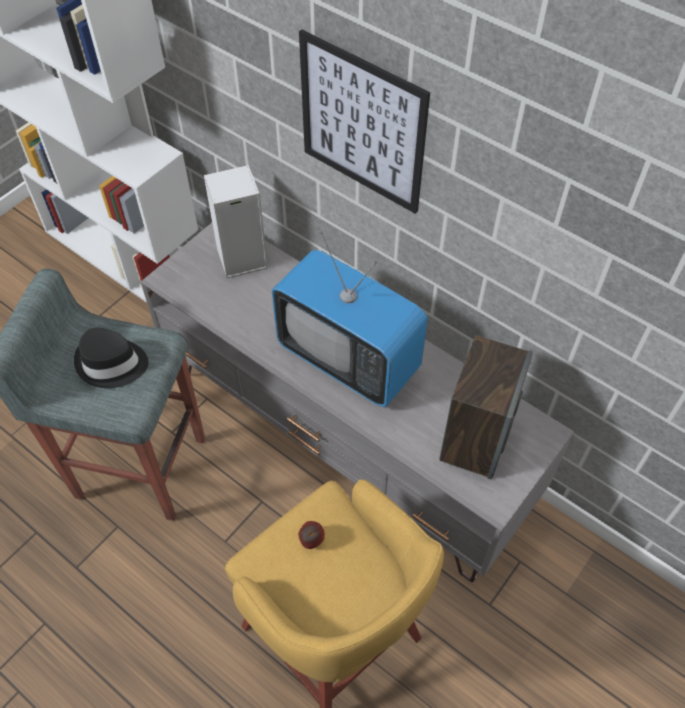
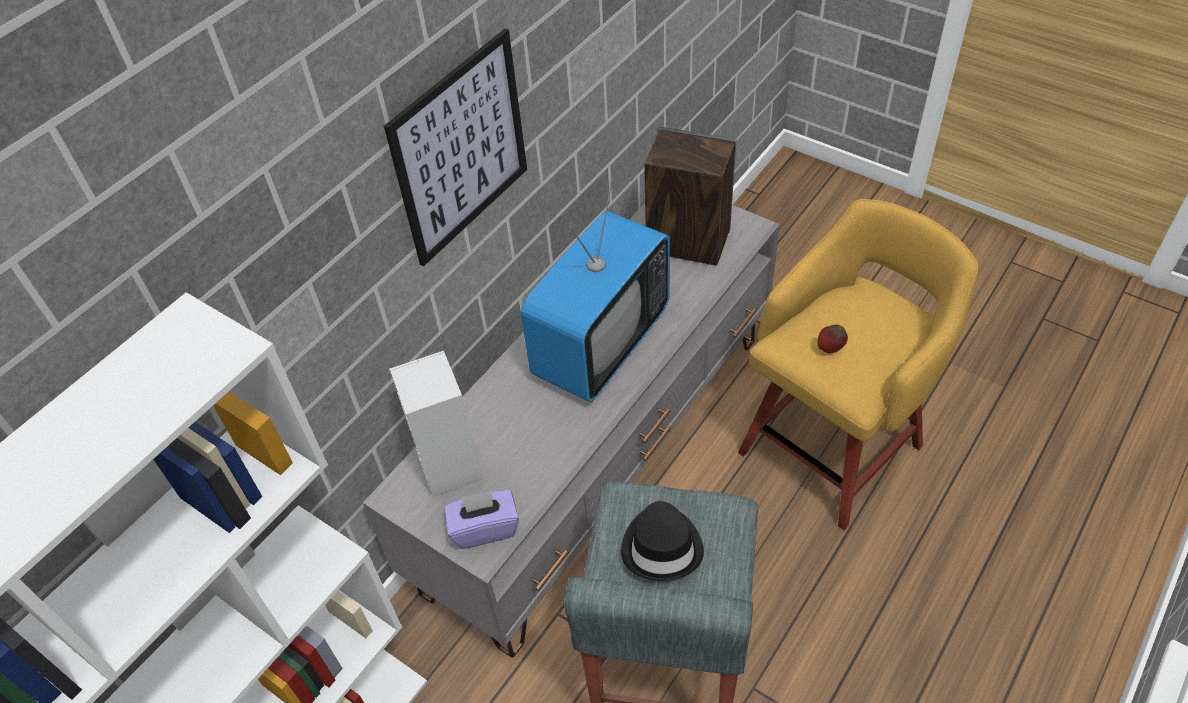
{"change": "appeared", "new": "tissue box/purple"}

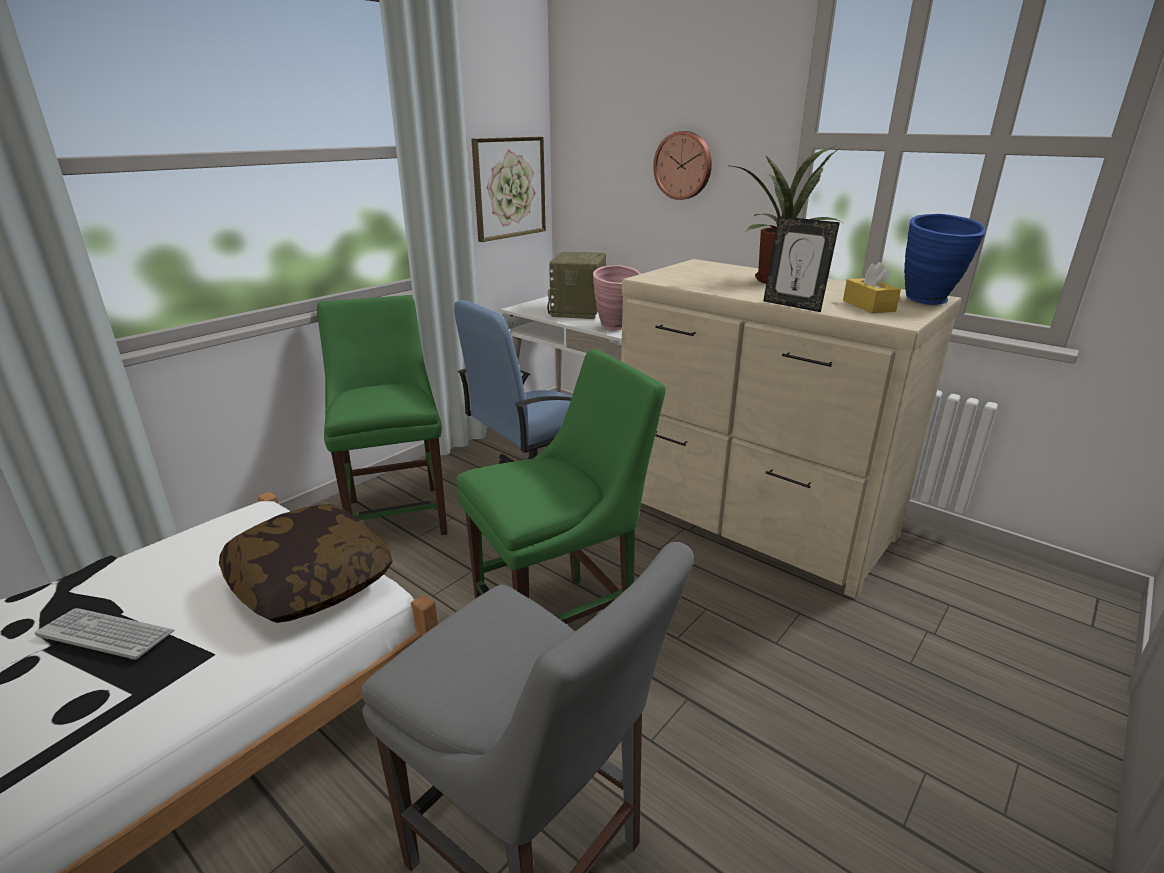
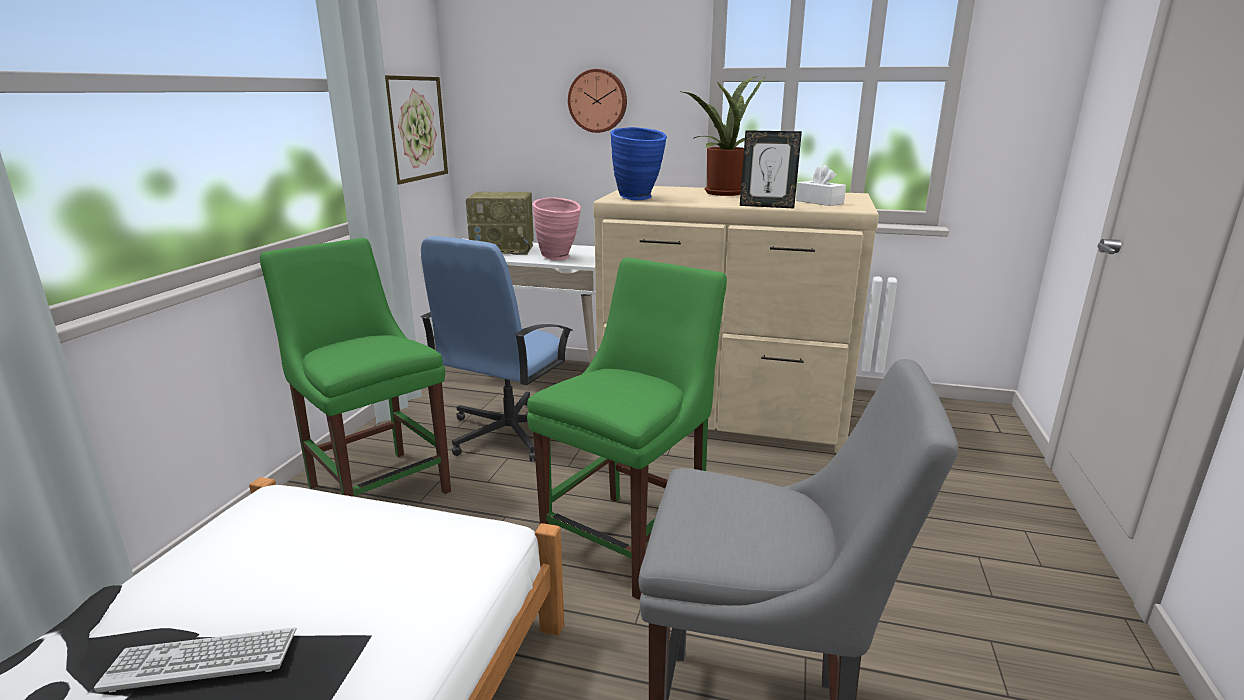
{"change": "spun", "old": "radio", "degrees": -75}
{"change": "relocated", "old": "vase/blue"}
{"change": "colour", "old": "tissue box/yellow", "new": "tissue box/white"}
{"change": "missing", "old": "pillow"}

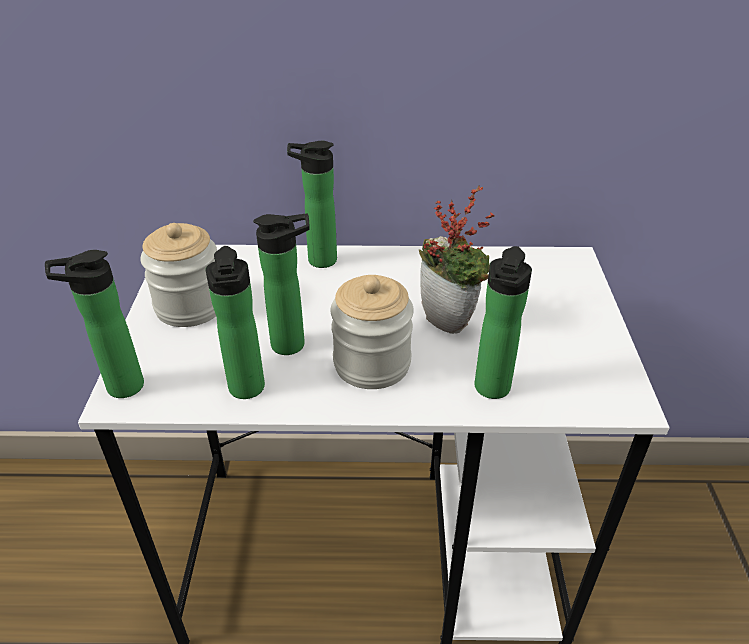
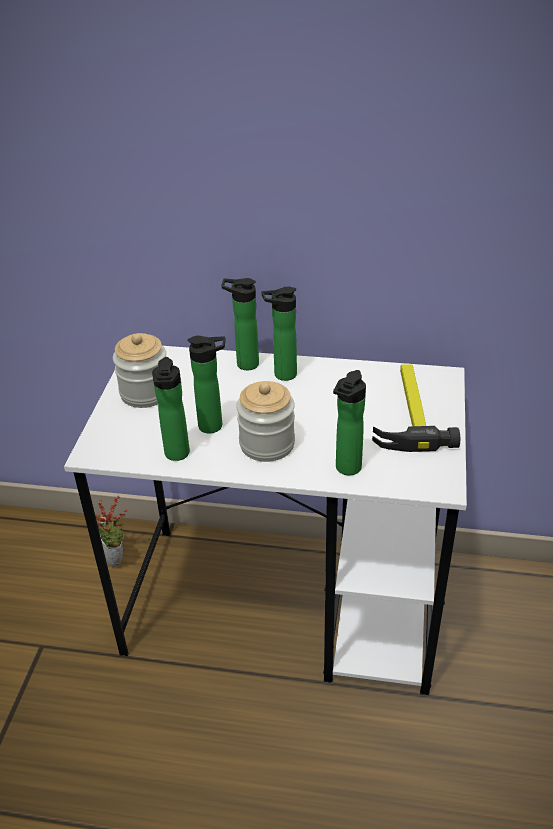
{"change": "relocated", "old": "potted plant"}
{"change": "relocated", "old": "bottle (no. 1 from left in the first image)", "new": "bottle (no. 4 from left)"}
{"change": "appeared", "new": "hammer"}

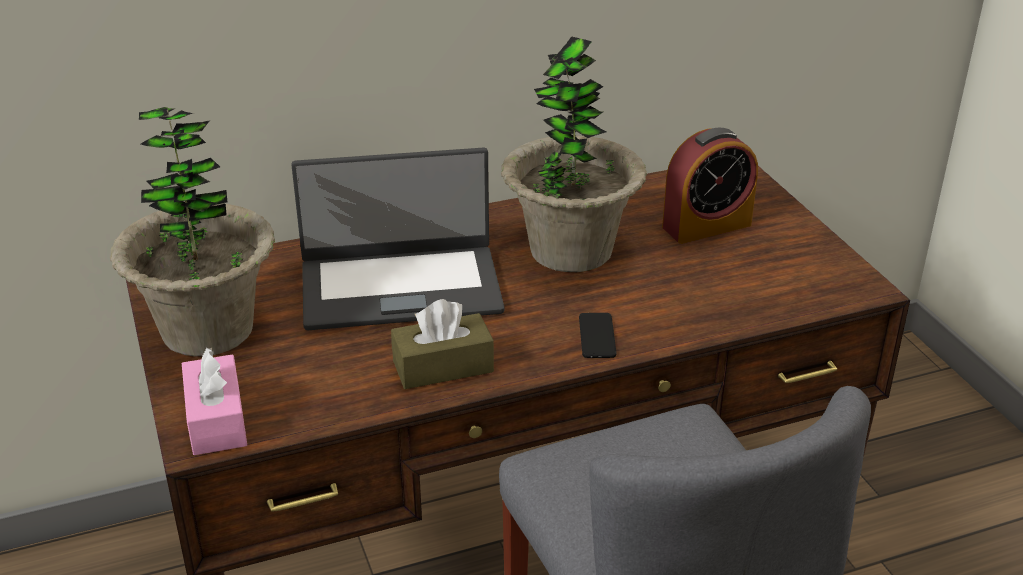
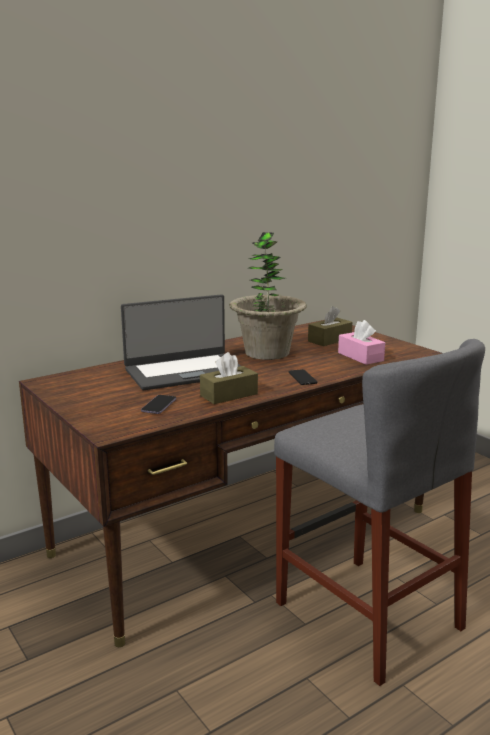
{"change": "appeared", "new": "phone (no. 1 from left)"}
{"change": "exchanged", "old": "alarm clock", "new": "tissue box/brown (no. 2 from left)"}
{"change": "relocated", "old": "tissue box/pink"}
{"change": "missing", "old": "potted plant (no. 1 from left)"}

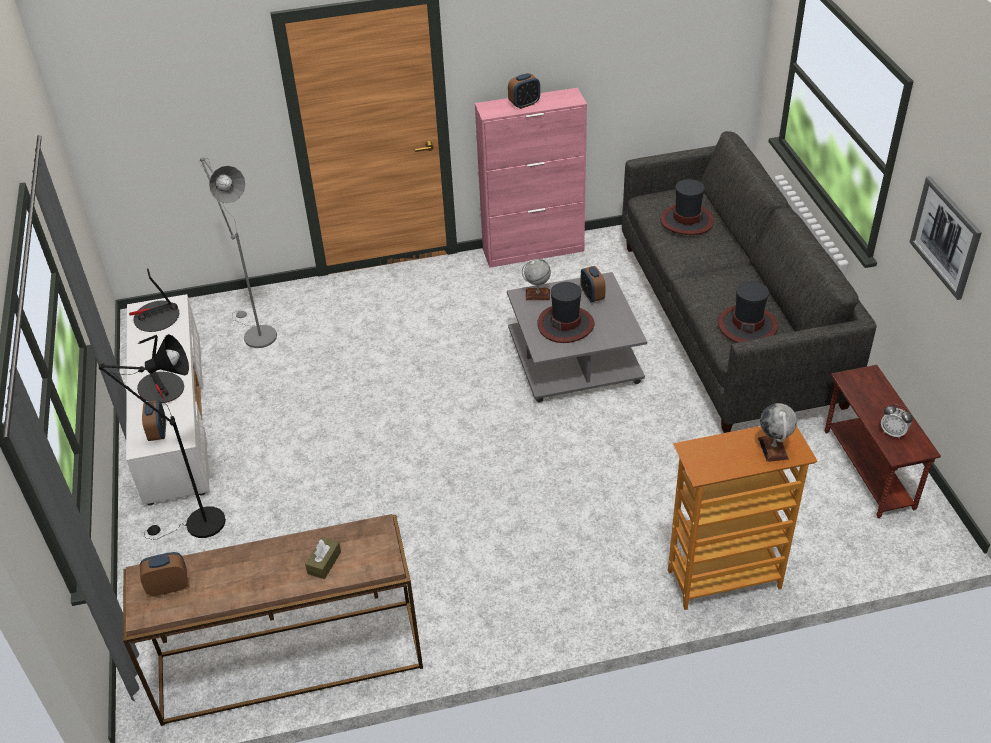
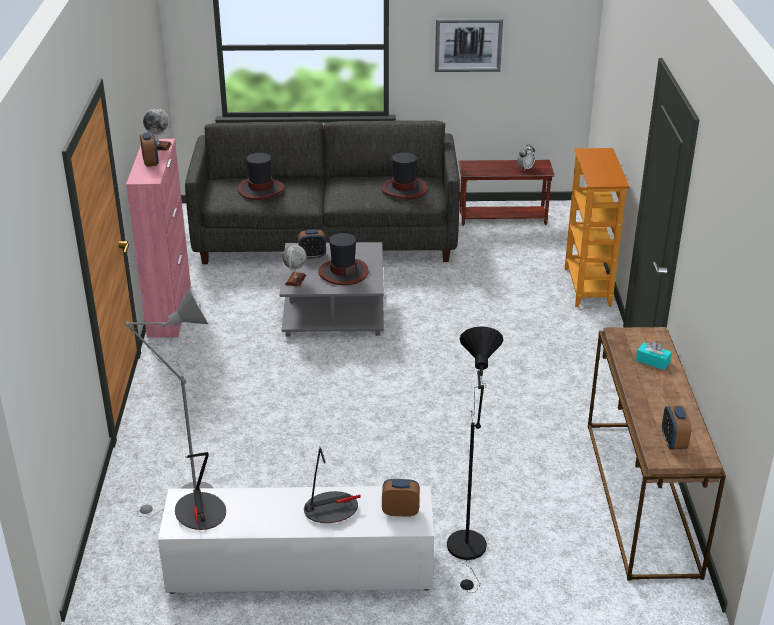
{"change": "relocated", "old": "globe (no. 2 from left in the first image)", "new": "globe (no. 1 from left)"}
{"change": "colour", "old": "tissue box/brown", "new": "tissue box/turquoise"}

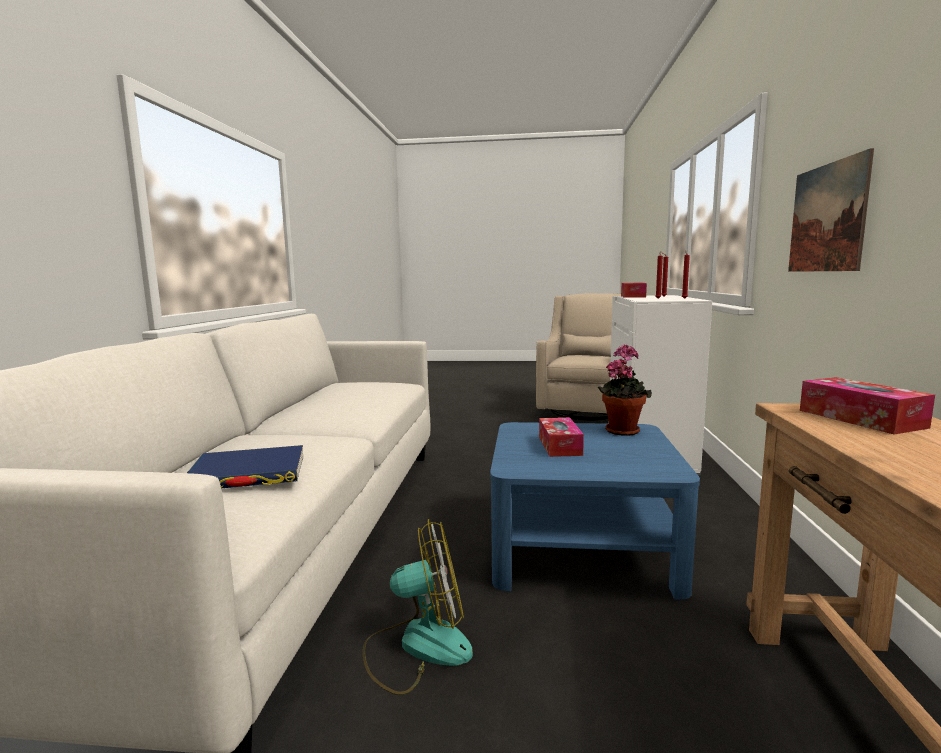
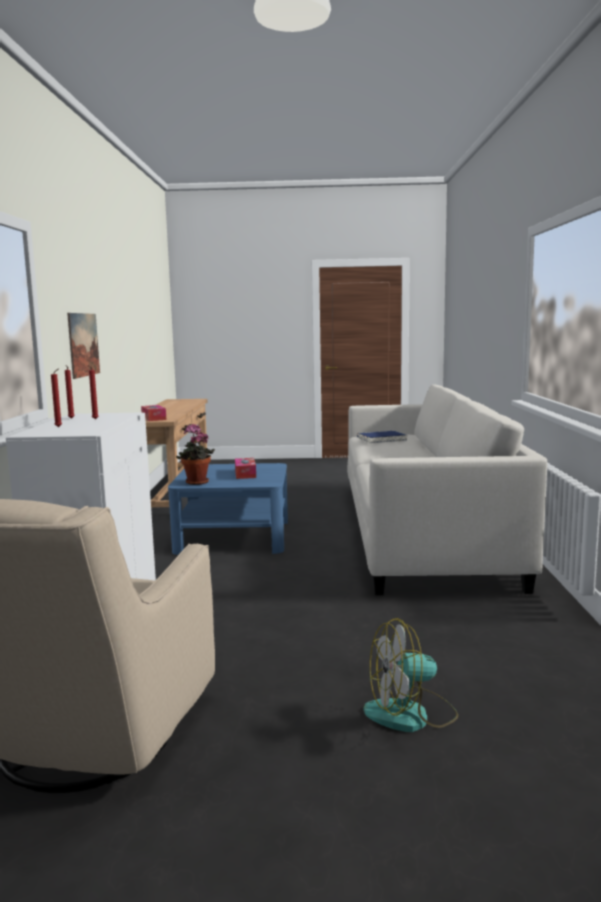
{"change": "relocated", "old": "fan"}
{"change": "missing", "old": "tissue box (no. 2 from left)"}

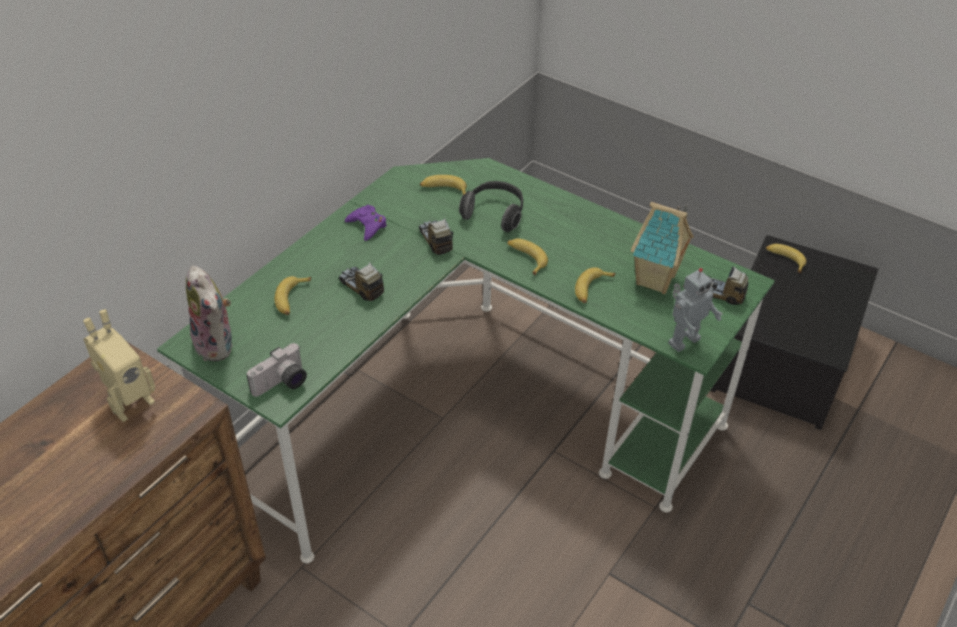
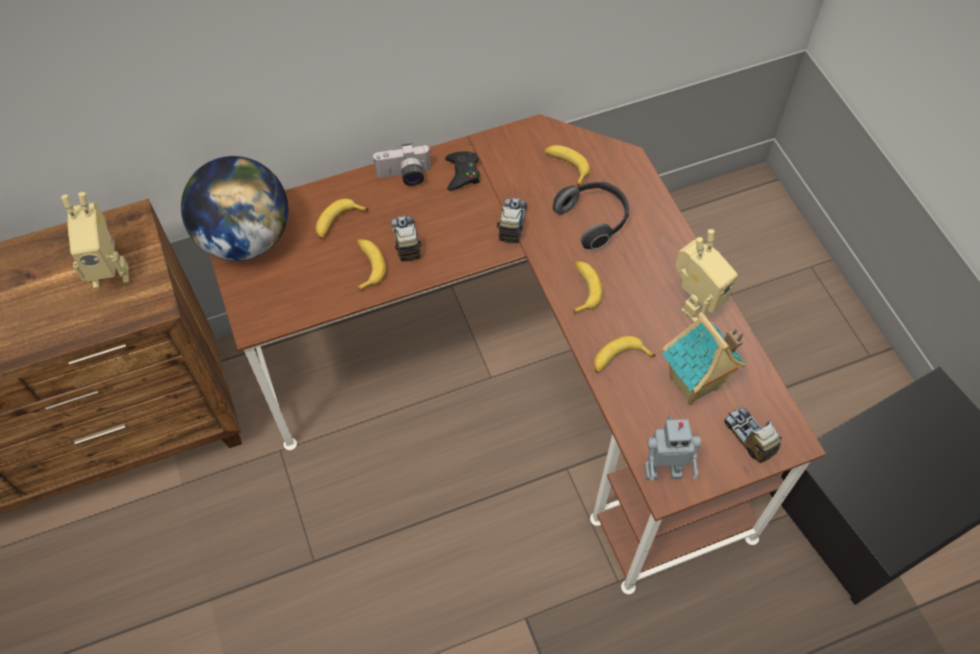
{"change": "exchanged", "old": "plush toy", "new": "globe"}
{"change": "colour", "old": "desk/green", "new": "desk/brown"}
{"change": "relocated", "old": "banana (no. 5 from left in the first image)", "new": "banana (no. 2 from left)"}
{"change": "relocated", "old": "photo camera"}
{"change": "colour", "old": "game controller/purple", "new": "game controller/black"}
{"change": "appeared", "new": "toy robot (no. 3 from left)"}

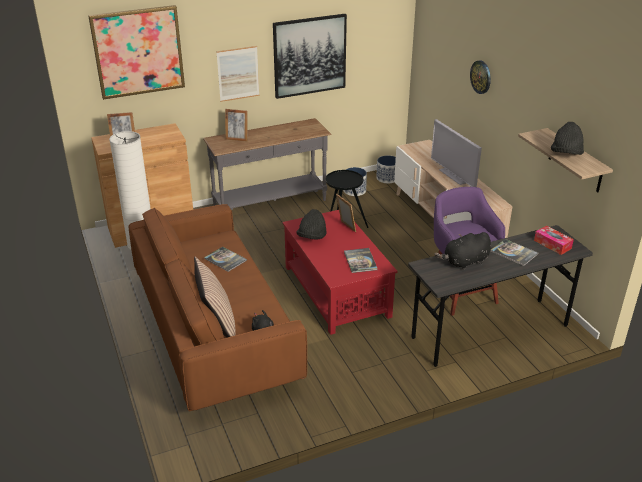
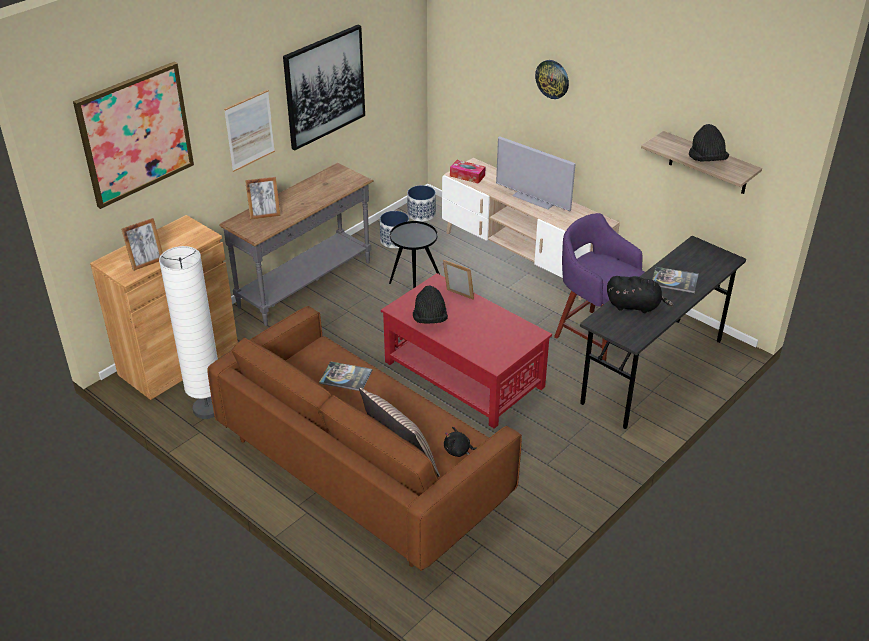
{"change": "relocated", "old": "tissue box"}
{"change": "spun", "old": "plush toy/black (no. 2 from left)", "degrees": -120}
{"change": "missing", "old": "book (no. 2 from left)"}

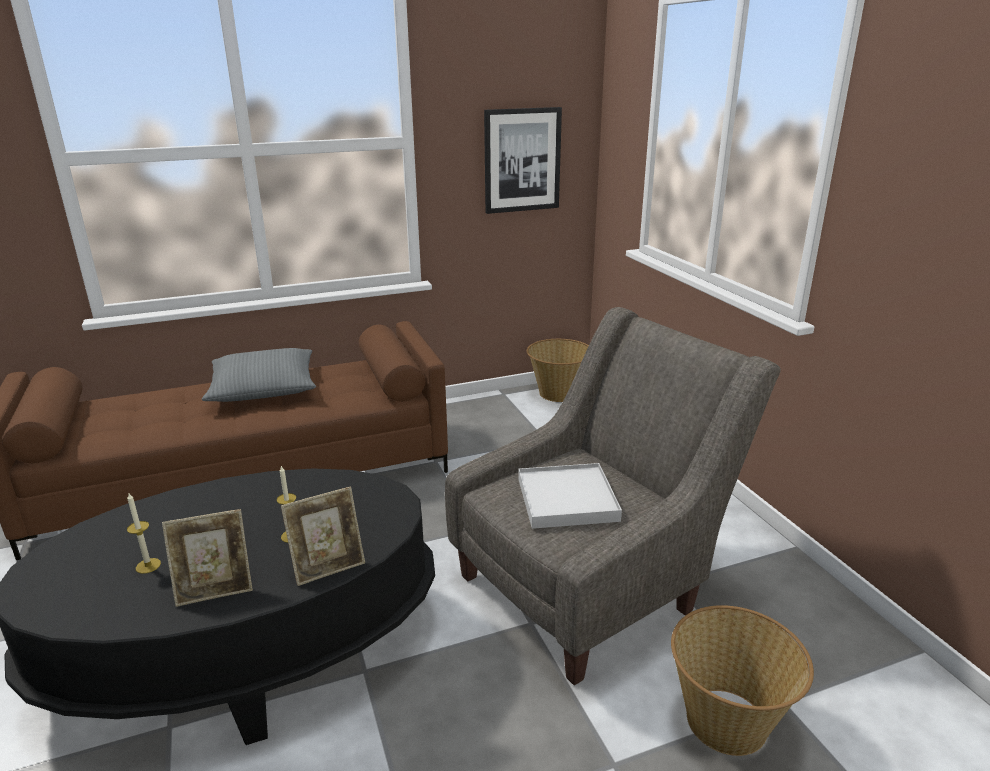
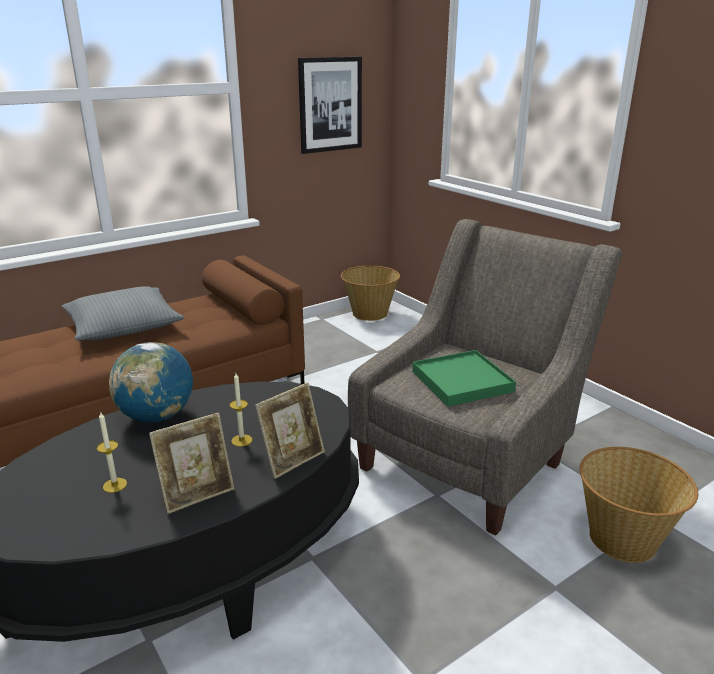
{"change": "appeared", "new": "globe"}
{"change": "colour", "old": "tray/white", "new": "tray/green"}

